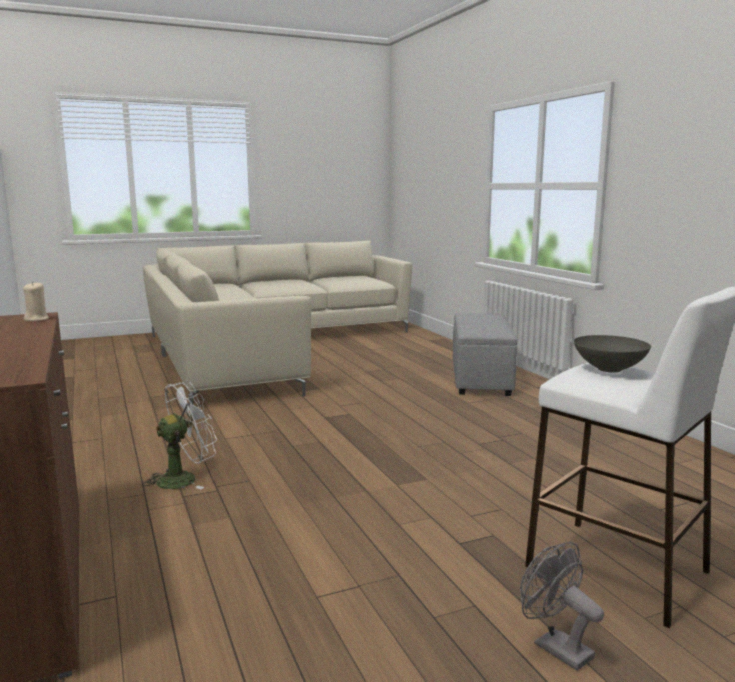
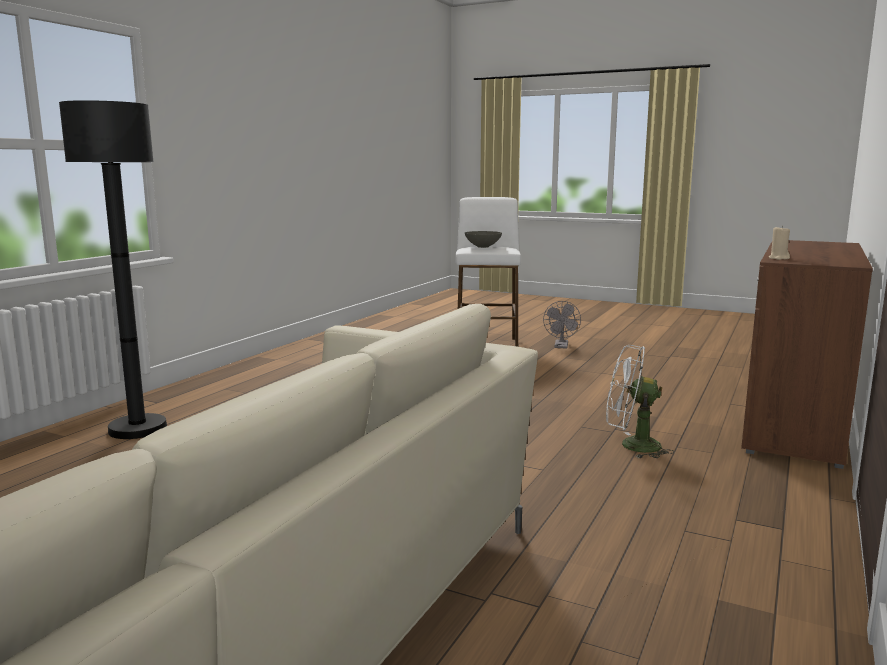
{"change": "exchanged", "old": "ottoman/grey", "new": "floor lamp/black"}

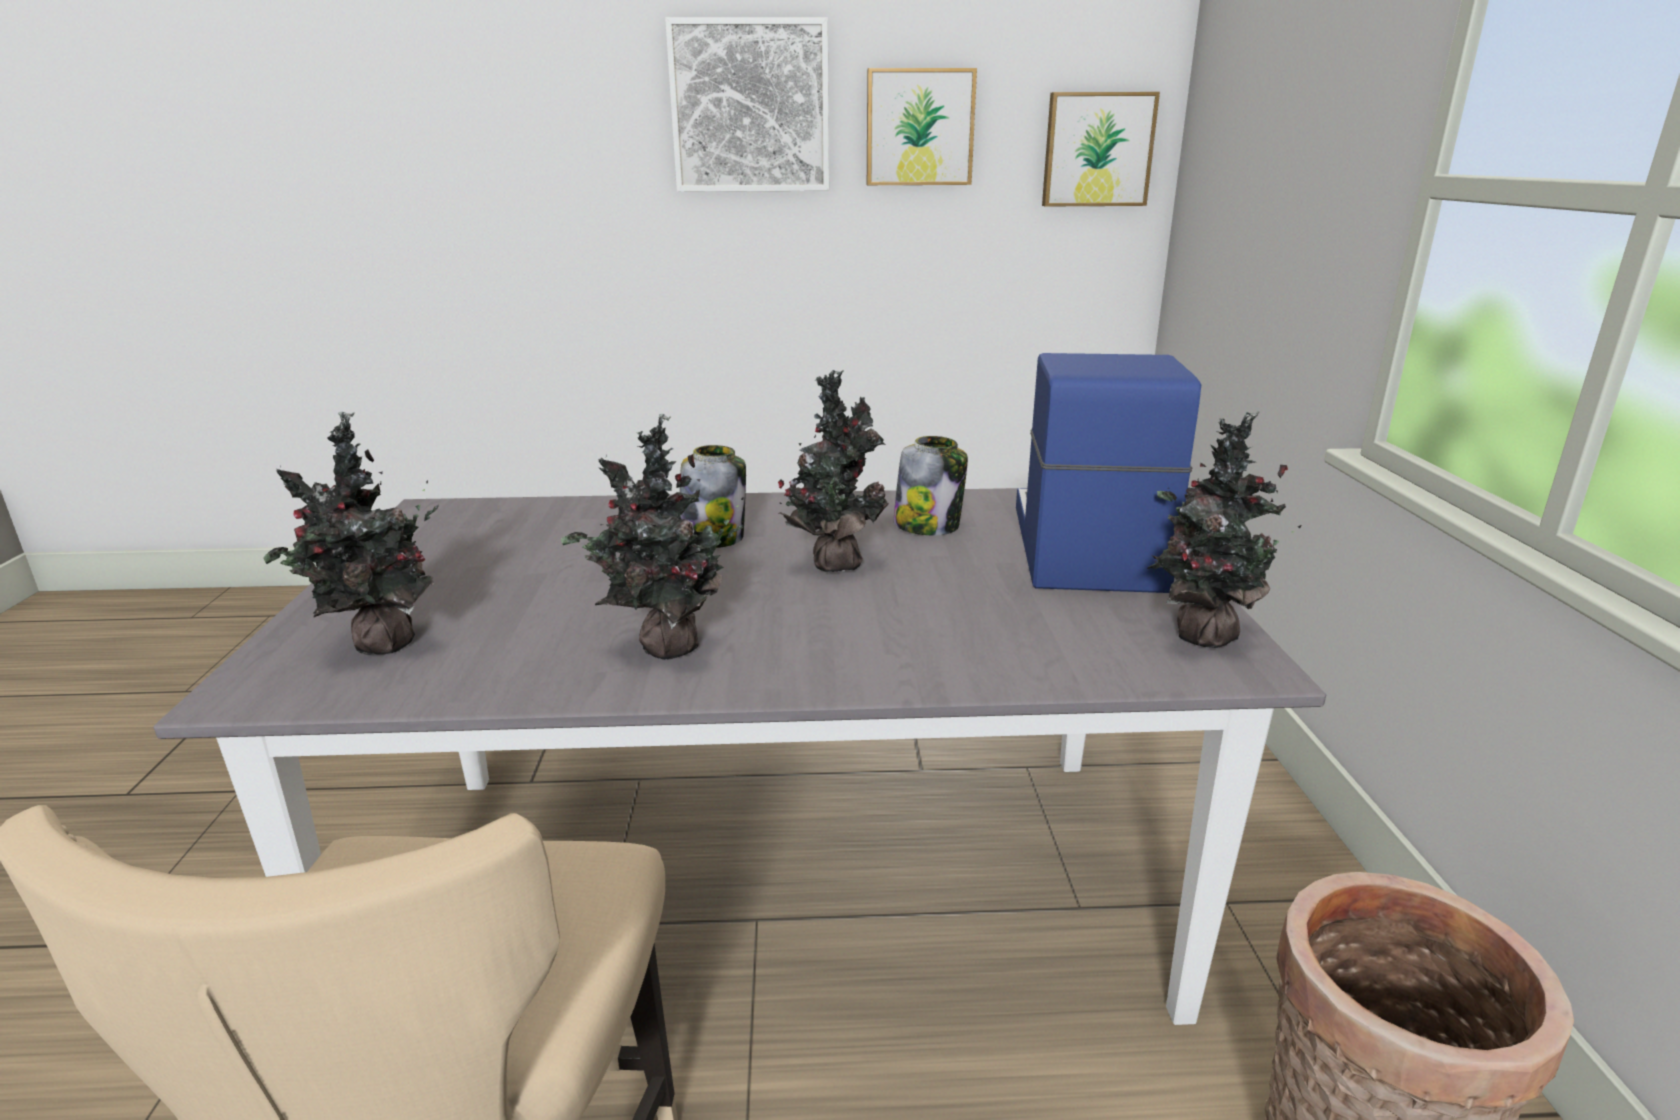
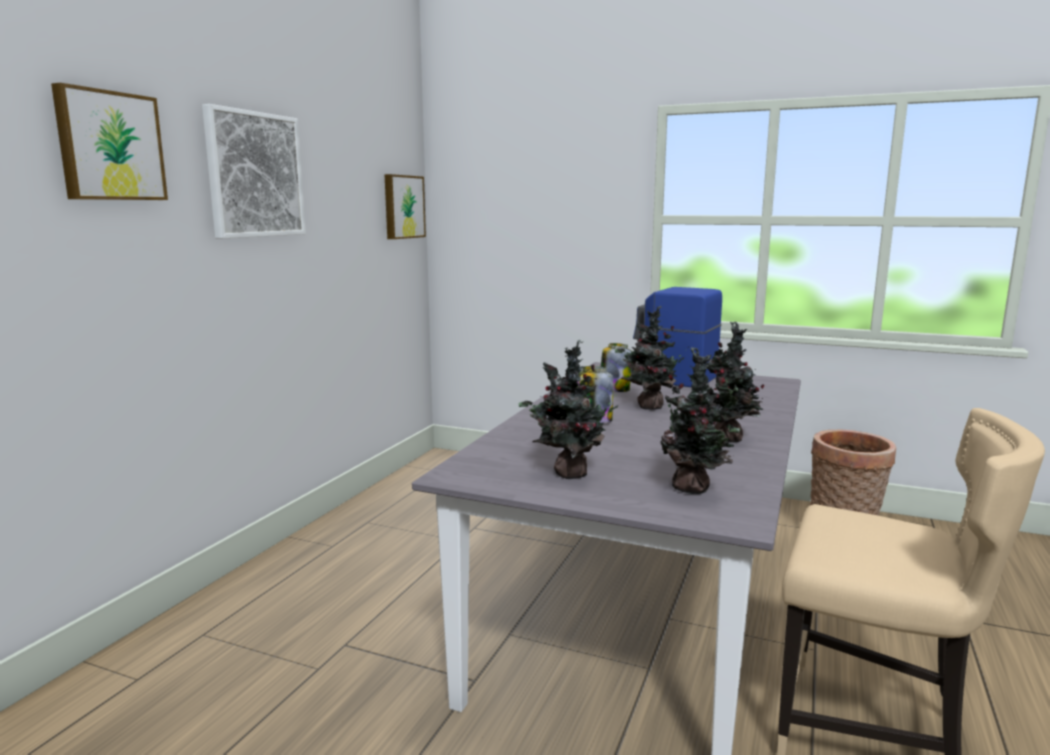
{"change": "relocated", "old": "picture (no. 2 from left in the first image)", "new": "picture (no. 1 from left)"}
{"change": "relocated", "old": "potted plant (no. 4 from left in the first image)", "new": "potted plant (no. 1 from left)"}

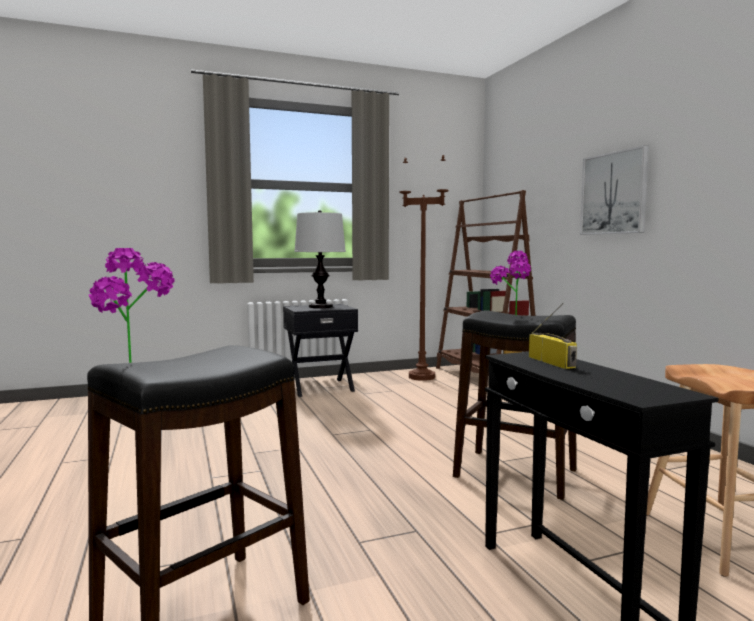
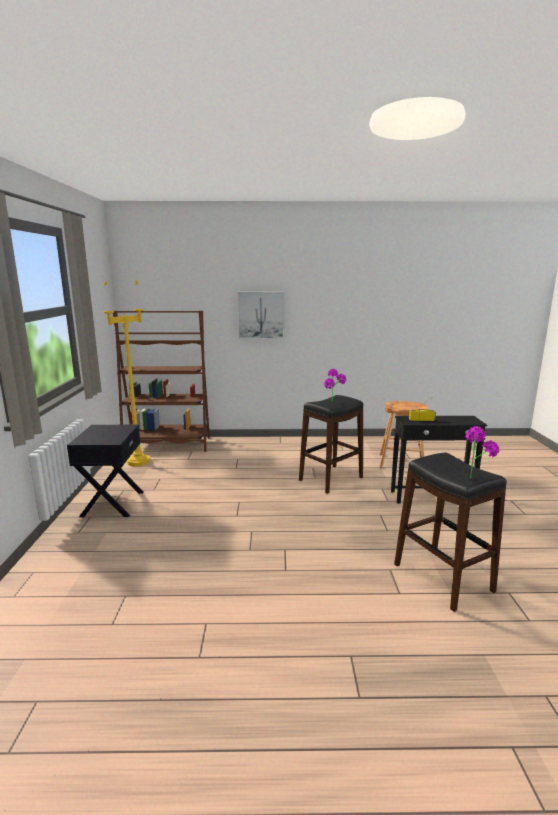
{"change": "colour", "old": "floor lamp/brown", "new": "floor lamp/yellow"}
{"change": "missing", "old": "table lamp"}

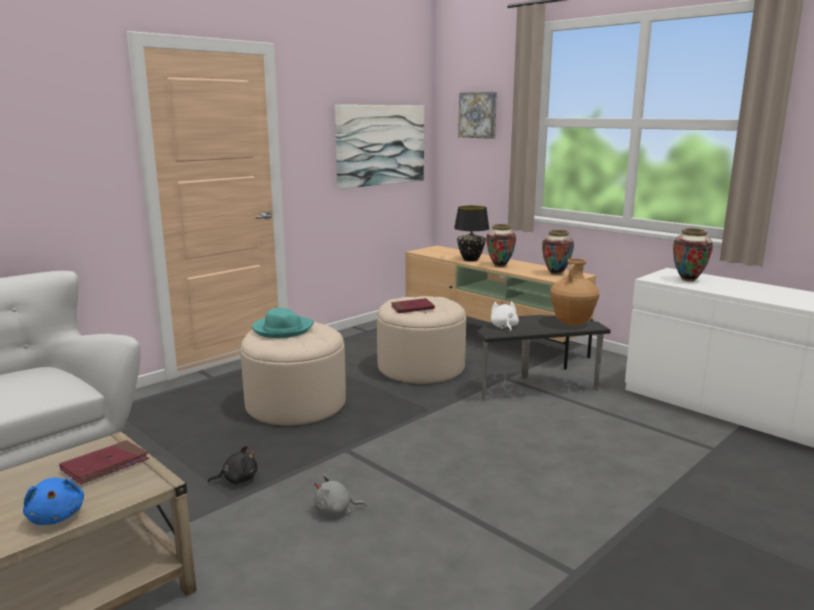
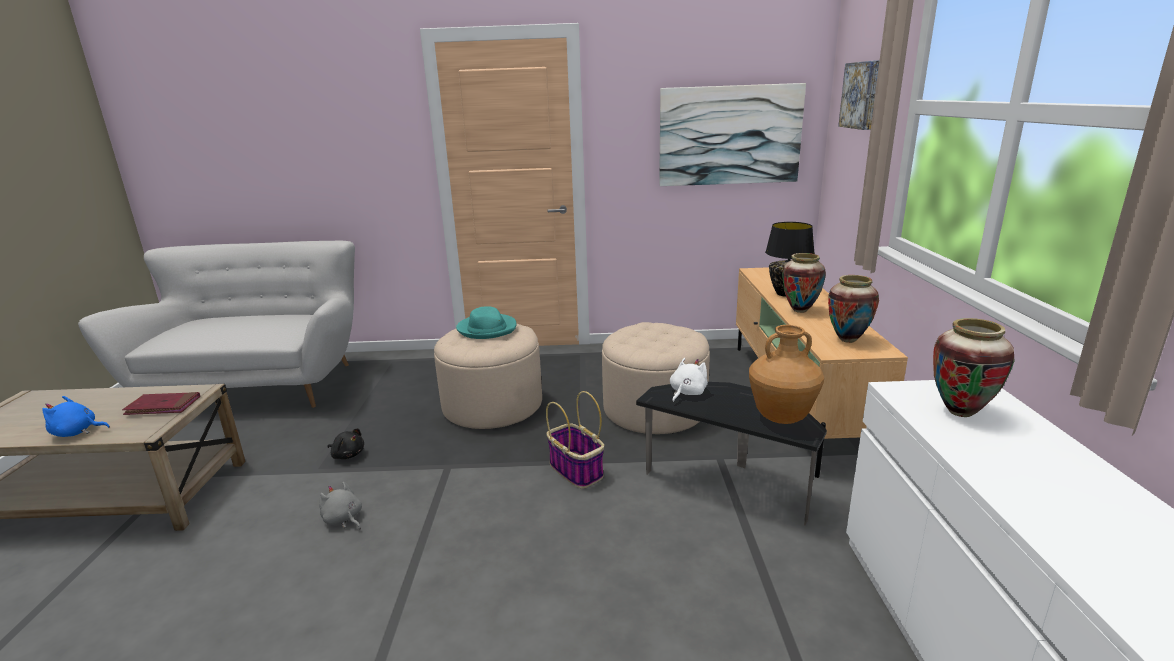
{"change": "spun", "old": "plush toy/blue", "degrees": 75}
{"change": "appeared", "new": "basket"}
{"change": "missing", "old": "book/red (no. 2 from left)"}

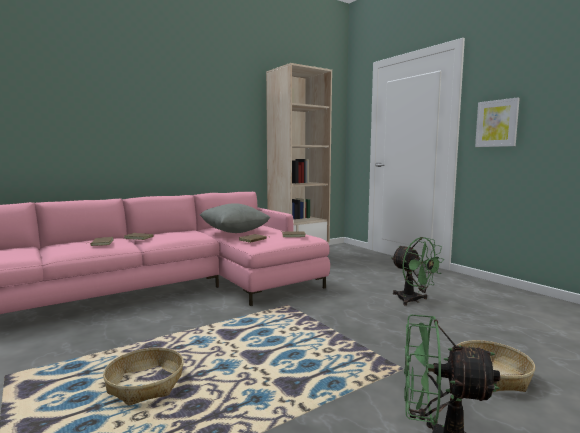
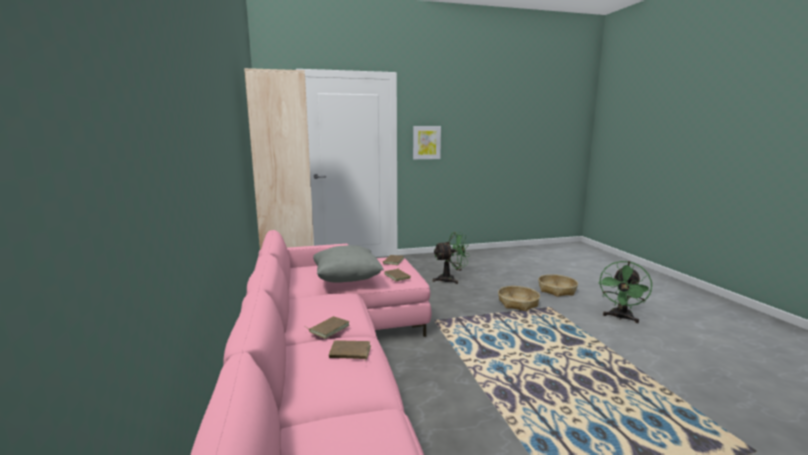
{"change": "relocated", "old": "basket (no. 1 from left)"}

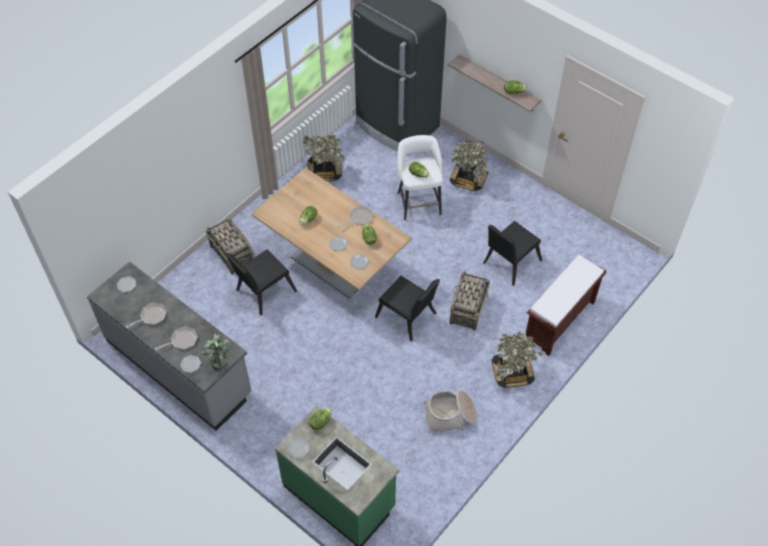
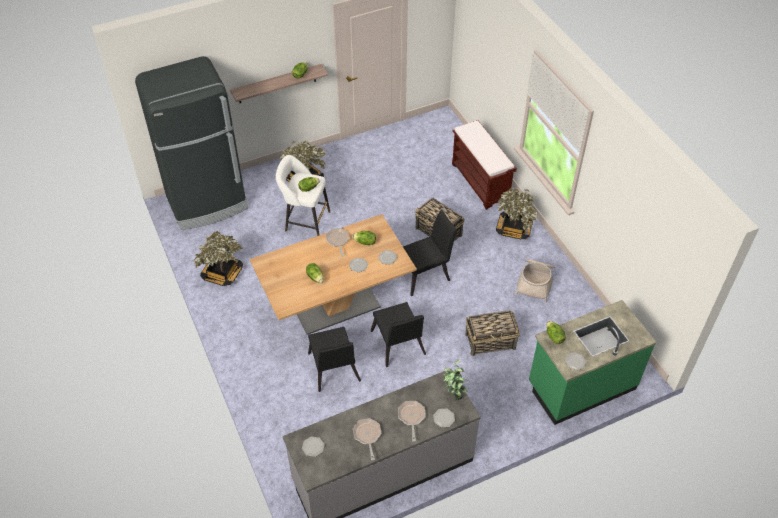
{"change": "relocated", "old": "chair/black (no. 3 from left in the first image)", "new": "chair/black (no. 2 from left)"}
{"change": "relocated", "old": "basket (no. 1 from left in the first image)", "new": "basket (no. 2 from left)"}

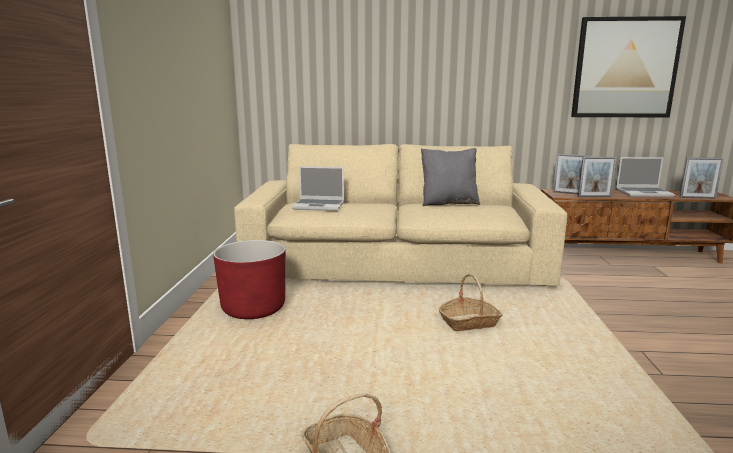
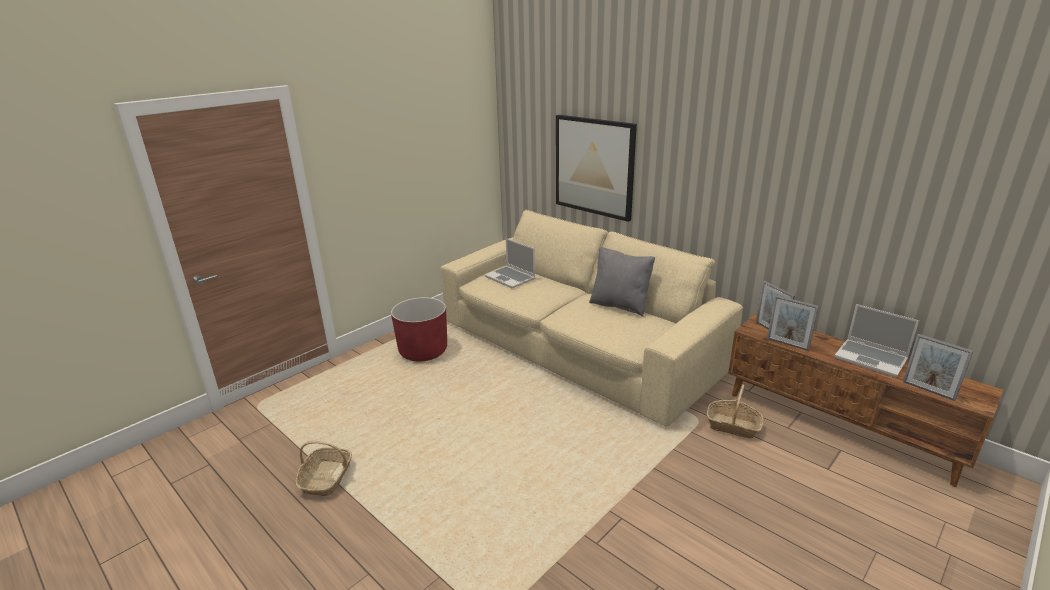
{"change": "relocated", "old": "picture"}
{"change": "relocated", "old": "basket (no. 2 from left)"}

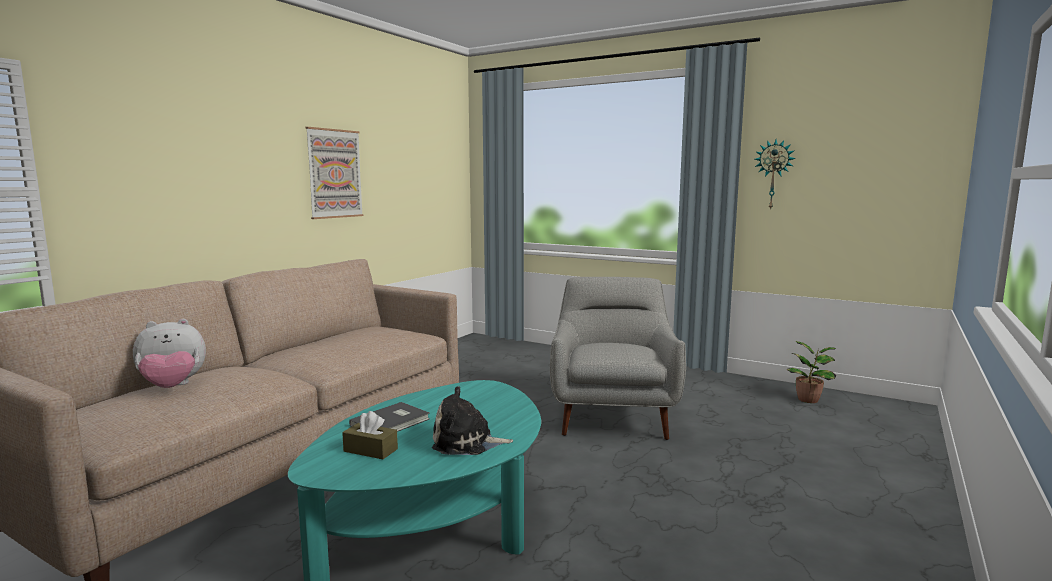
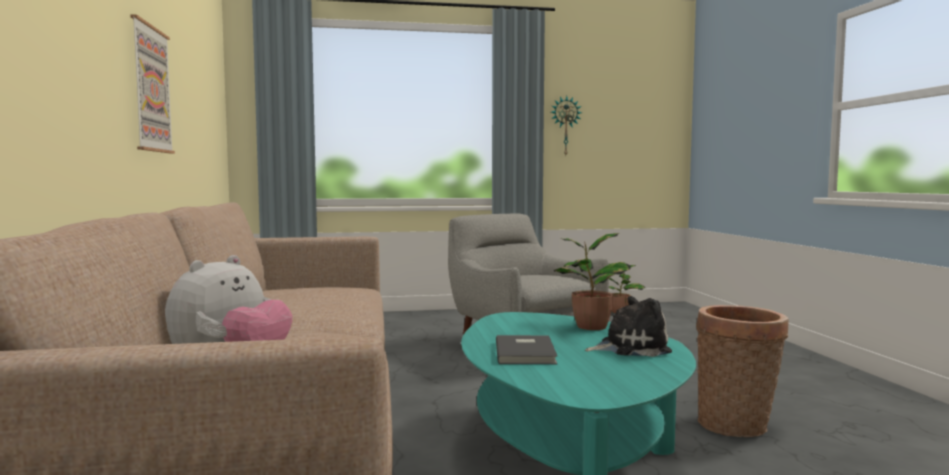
{"change": "appeared", "new": "potted plant (no. 1 from left)"}
{"change": "spun", "old": "plush toy (no. 2 from left)", "degrees": -150}
{"change": "appeared", "new": "basket"}
{"change": "missing", "old": "tissue box/brown"}

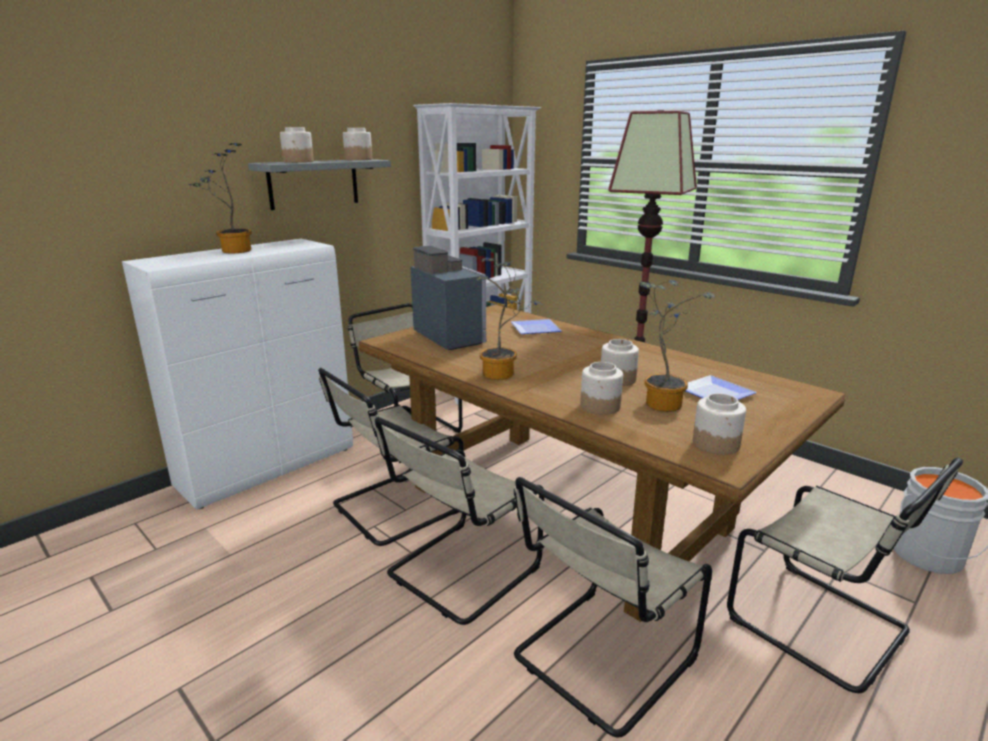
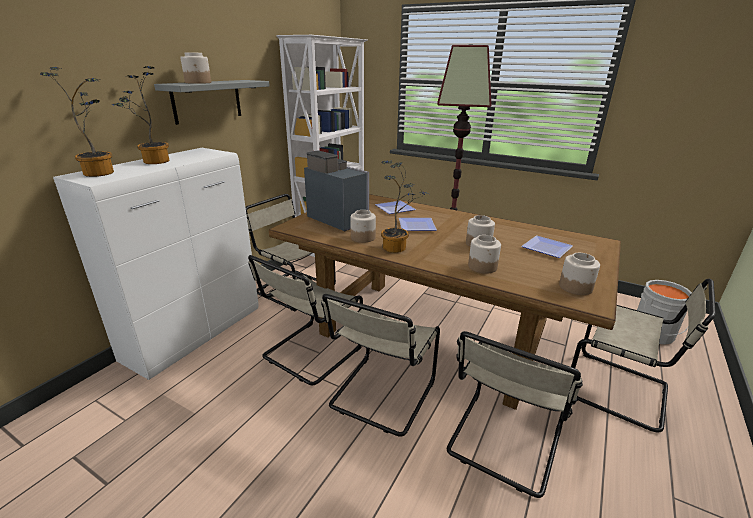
{"change": "relocated", "old": "potted plant (no. 3 from left in the first image)", "new": "potted plant (no. 1 from left)"}
{"change": "relocated", "old": "jar (no. 2 from left)"}
{"change": "appeared", "new": "plate (no. 2 from left)"}

